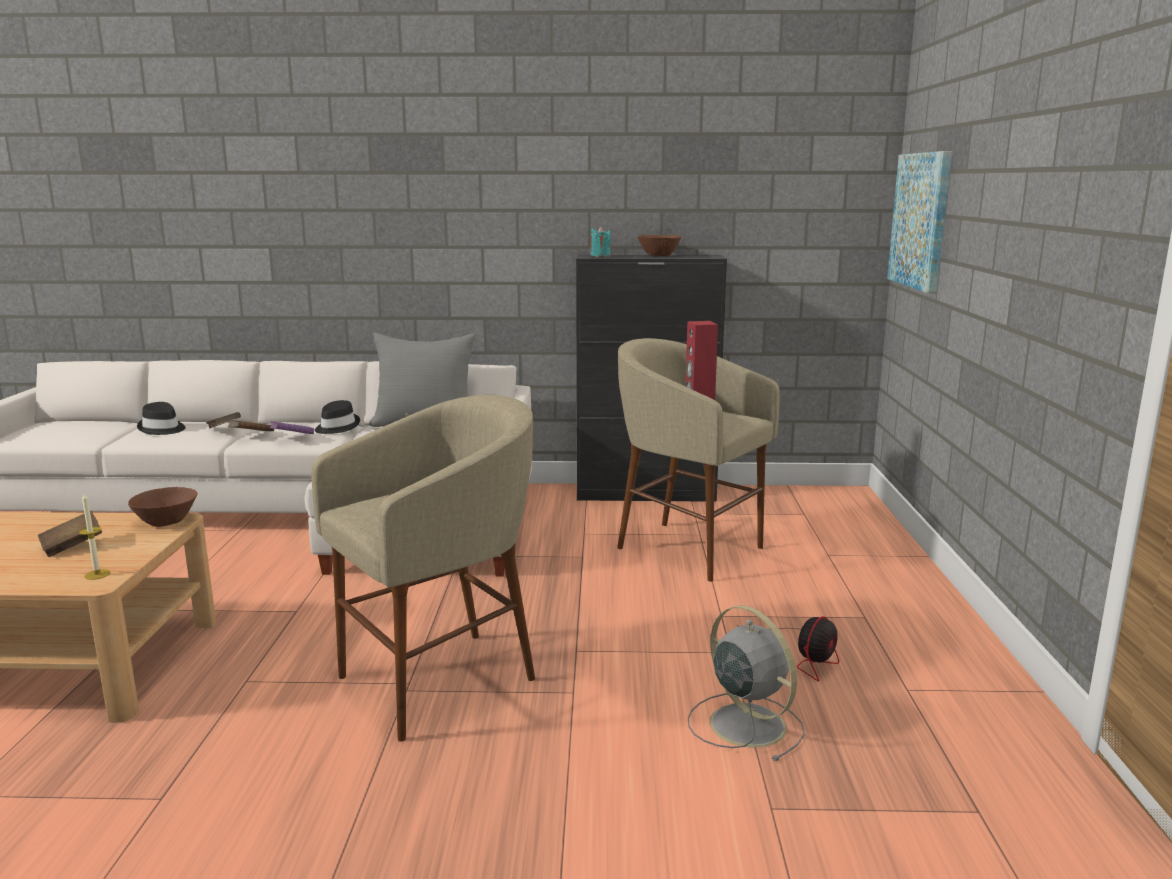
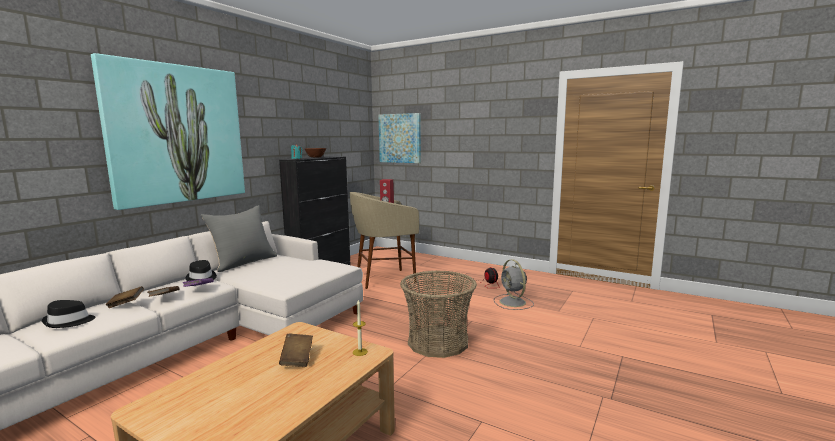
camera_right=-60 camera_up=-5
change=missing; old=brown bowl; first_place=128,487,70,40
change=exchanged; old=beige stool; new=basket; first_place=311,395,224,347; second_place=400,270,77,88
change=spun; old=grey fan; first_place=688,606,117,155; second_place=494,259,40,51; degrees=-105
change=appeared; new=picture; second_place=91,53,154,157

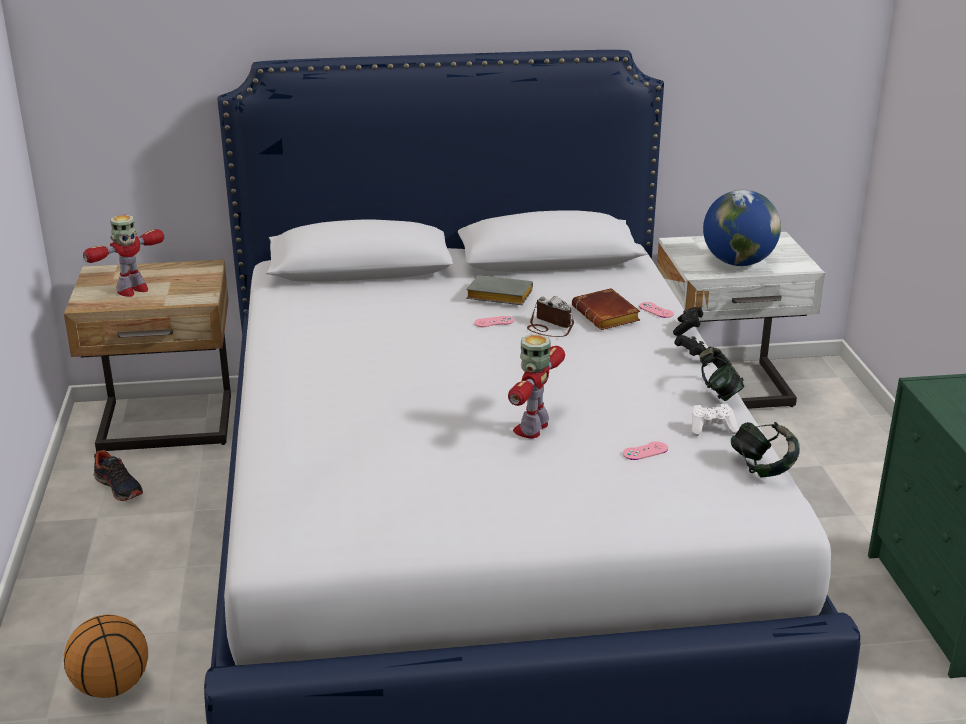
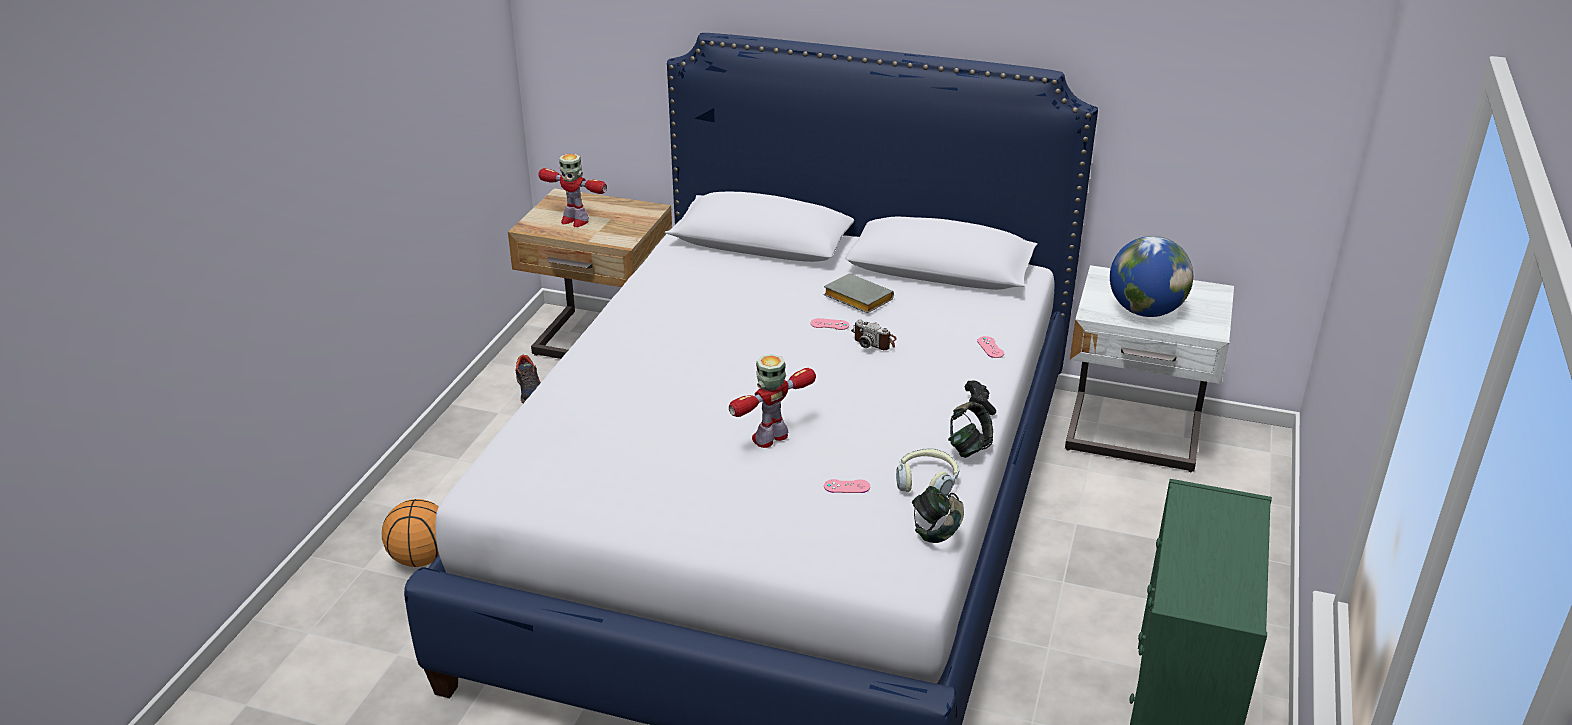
camera_right=25 camera_up=5
change=spun; old=toy robot; first_place=83,215,81,82; second_place=538,154,69,73; degrees=45
change=spun; old=photo camera; first_place=527,296,47,41; second_place=851,320,46,30; degrees=150
change=missing; old=brown book; first_place=572,288,68,42
change=missing; old=black game controller; first_place=673,307,30,29
change=exchanged; old=white game controller; new=headphones; first_place=691,404,48,32; second_place=896,448,63,48

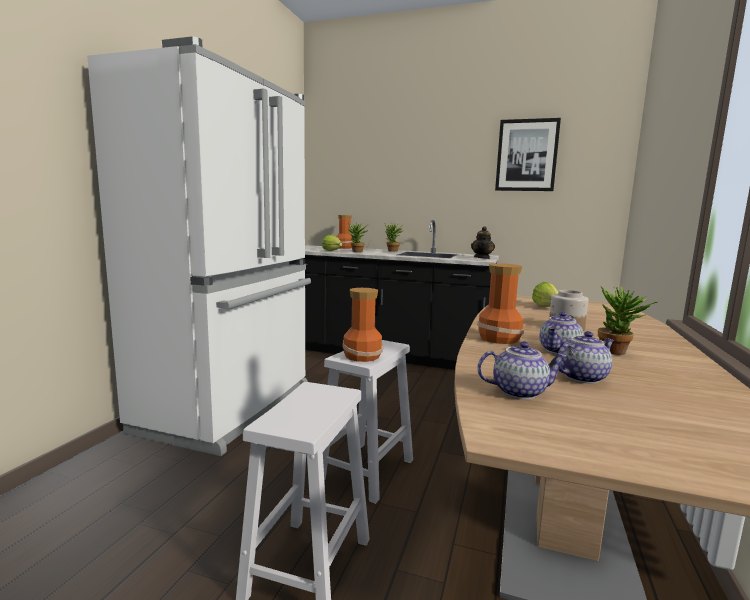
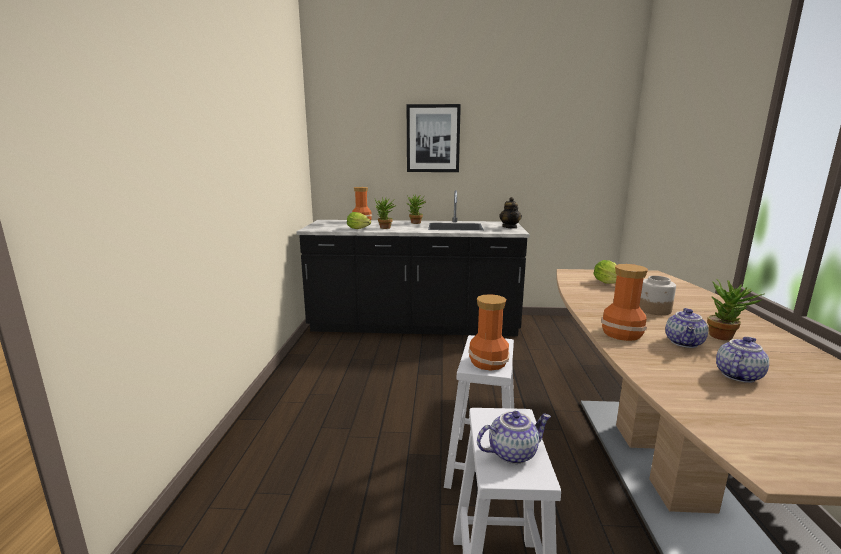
camera_right=-15 camera_up=5
change=missing; old=white fridge; first_place=87,36,224,420
change=relocated; old=teapot; first_place=477,341,91,58; second_place=477,411,74,53
change=relocated; old=picture; first_place=495,118,66,73; second_place=407,104,54,68

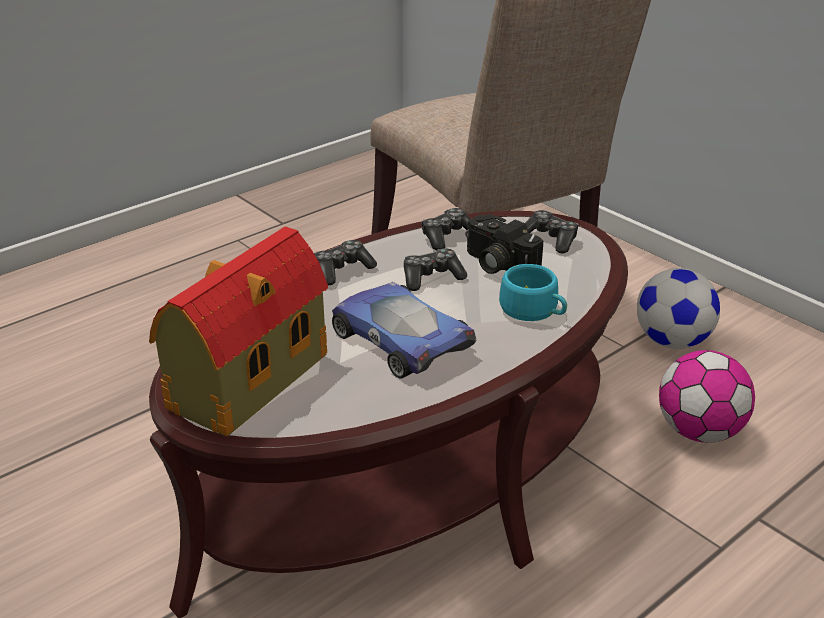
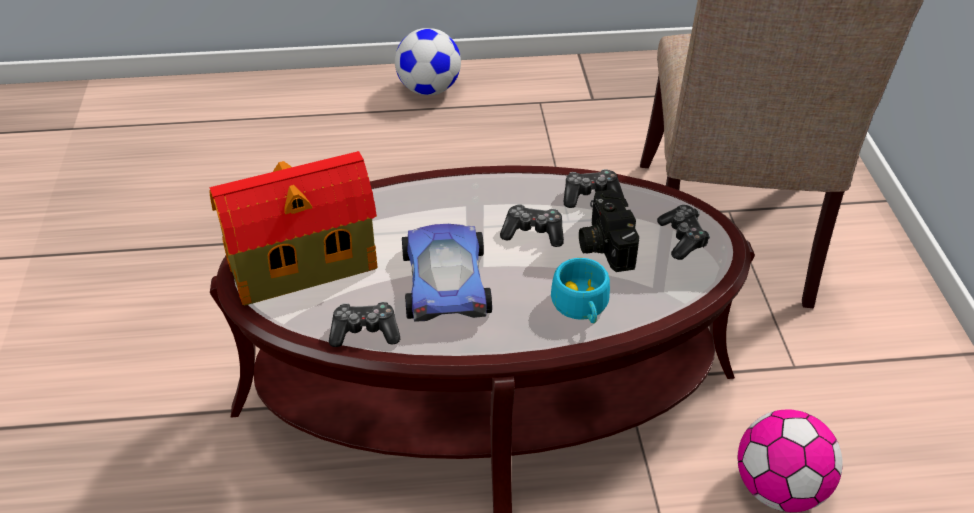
camera_right=35 camera_up=10
change=relocated; old=game controller; first_place=314,240,63,46; second_place=329,301,71,46
change=relocated; old=football; first_place=637,268,83,81; second_place=395,28,66,67

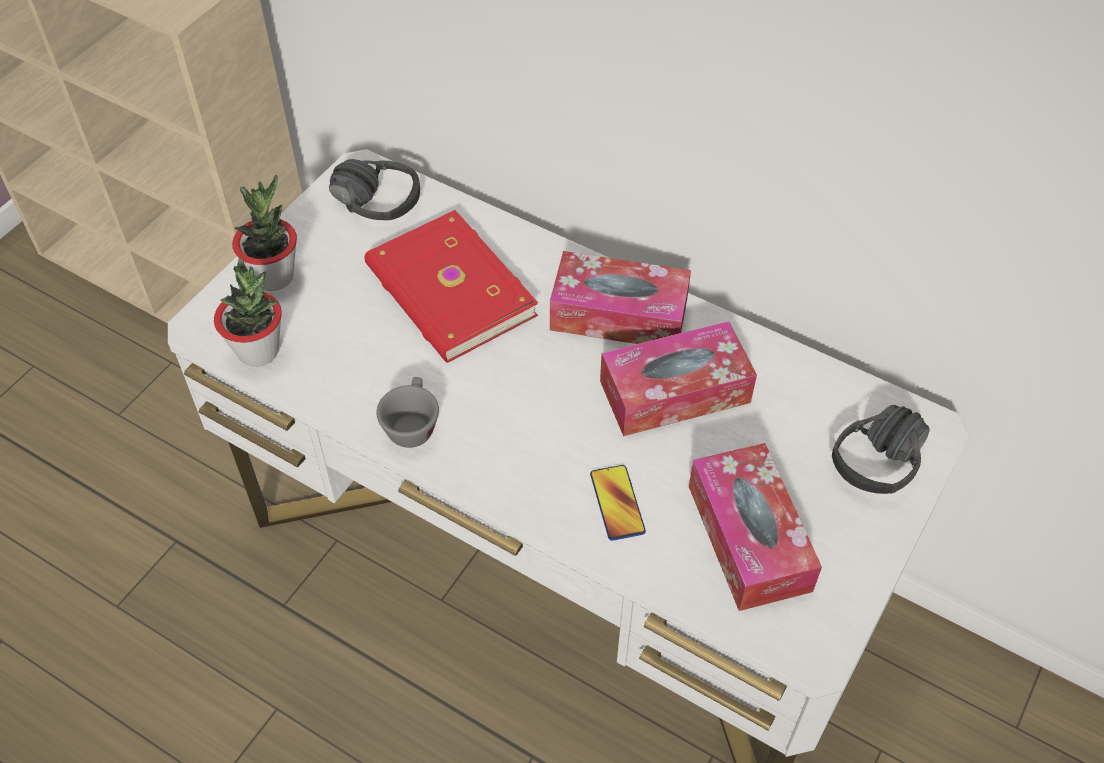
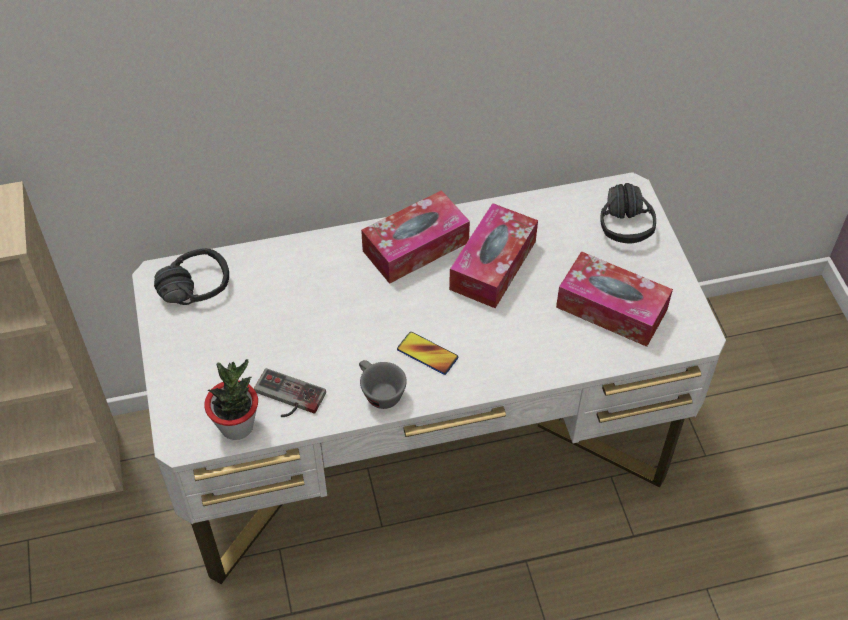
camera_right=-45 camera_up=0
change=missing; old=potted plant; first_place=232,175,65,116
change=missing; old=red book; first_place=364,210,174,153
change=relocated; old=phone; first_place=590,465,56,76; second_place=397,332,61,43
change=appeared; new=game controller; second_place=254,368,72,49

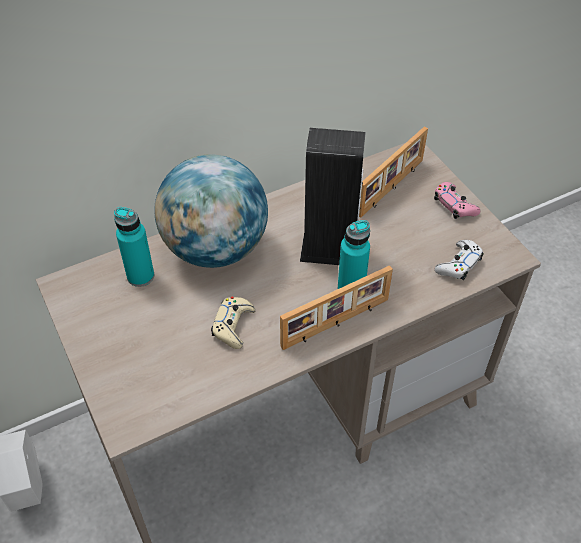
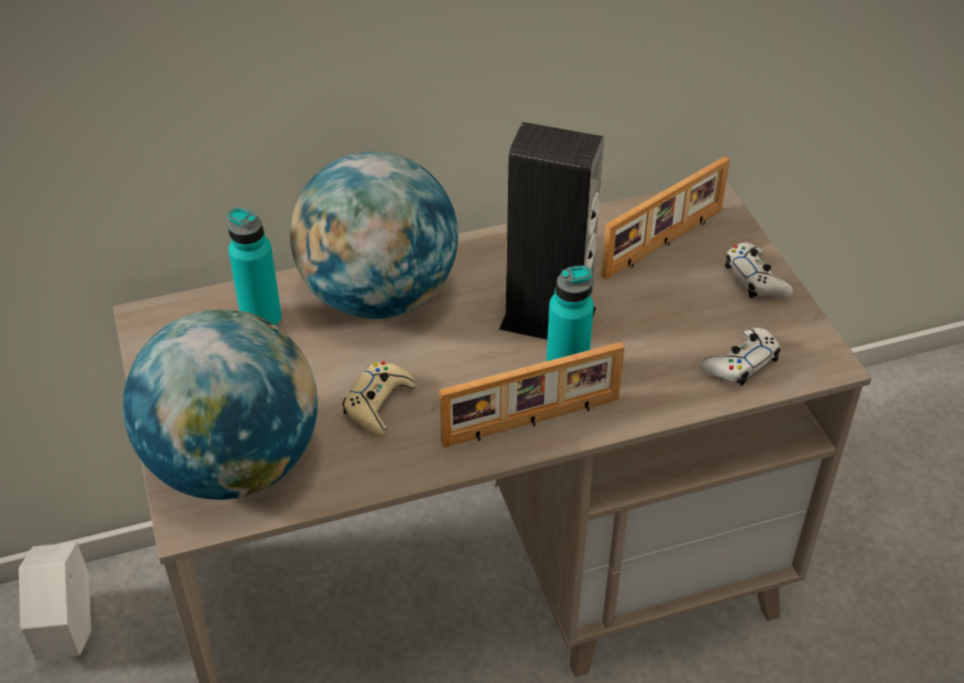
camera_right=10 camera_up=-5
change=colour; old=pink game controller; new=white game controller; first_place=434,182,46,37; second_place=725,242,68,56
change=appeared; new=globe; second_place=123,309,195,191

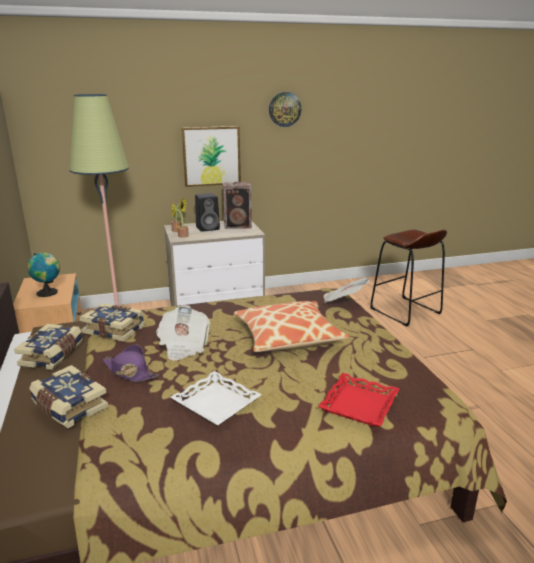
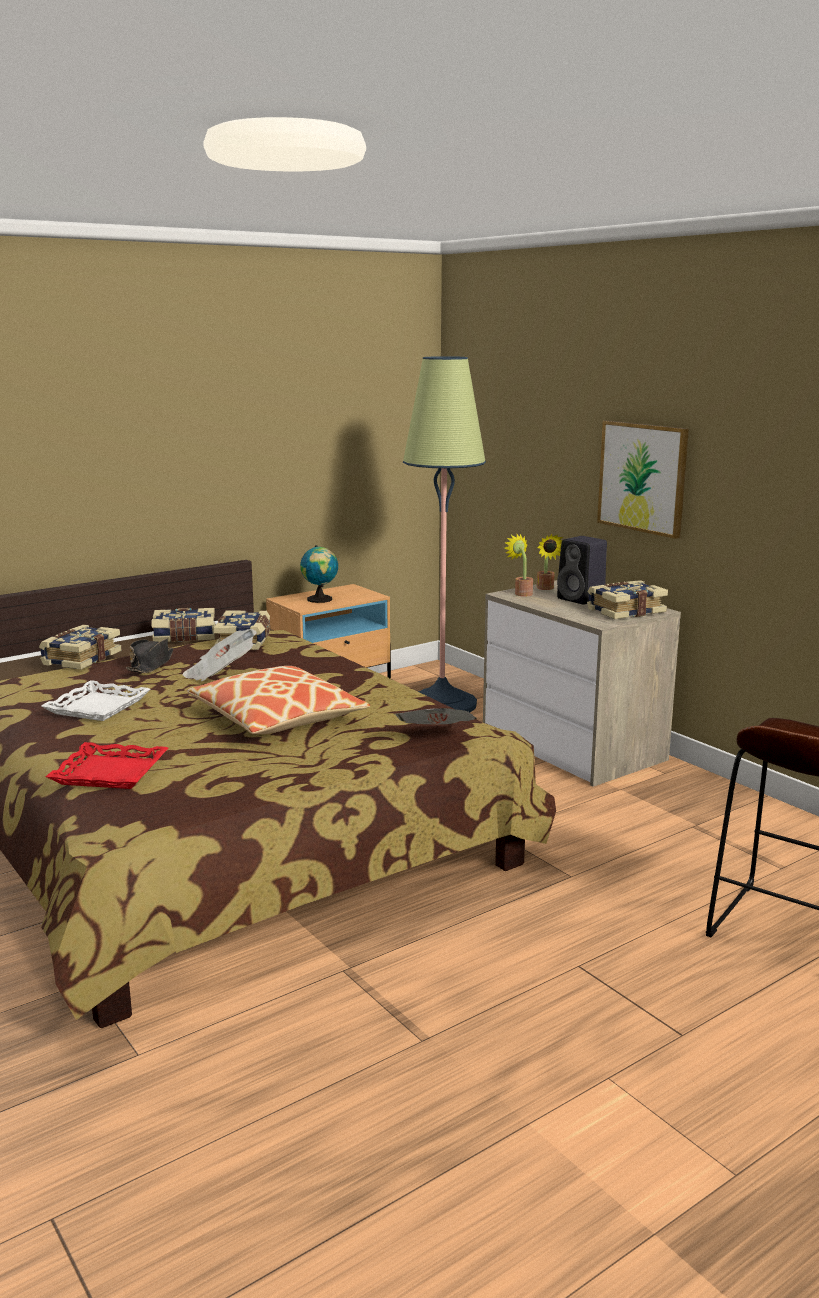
camera_right=70 camera_up=-5
change=colour; old=purple hat; new=black hat; first_place=103,344,56,38; second_place=126,639,47,34
change=exchanged; old=speaker; new=book; first_place=223,182,29,47; second_place=587,580,81,39
change=missing; old=wall clock; first_place=269,92,32,35

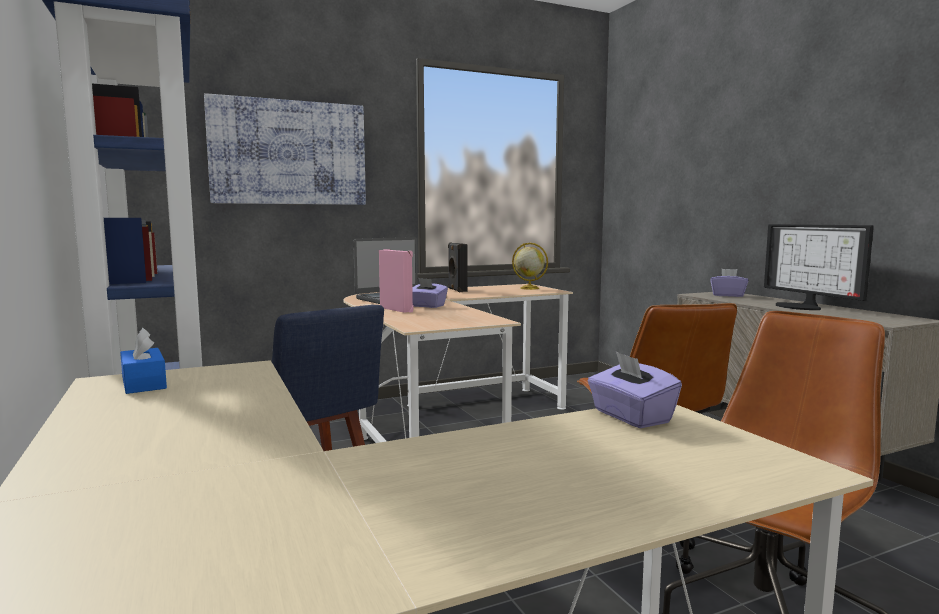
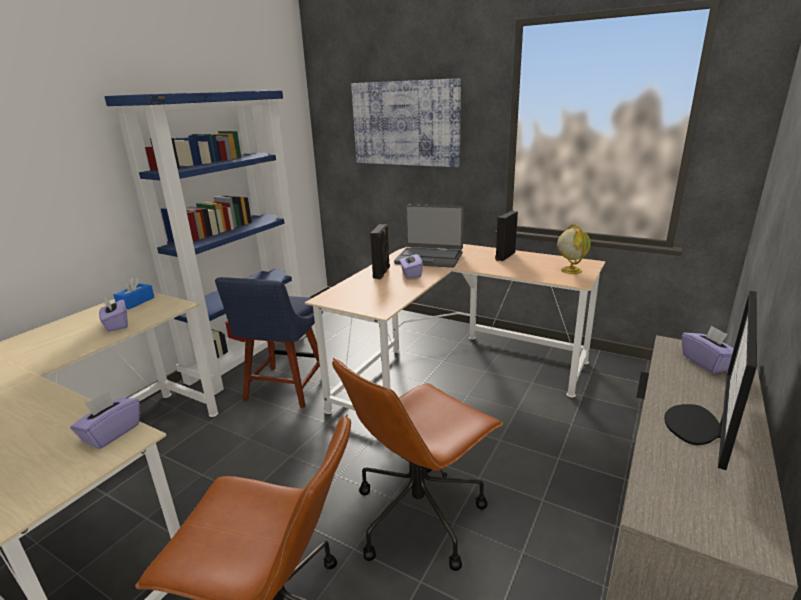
camera_right=55 camera_up=15
change=colour; old=pink speaker; new=black speaker; first_place=379,249,34,64; second_place=370,224,20,55
change=appeared; new=purple tissue box; second_place=99,297,29,35

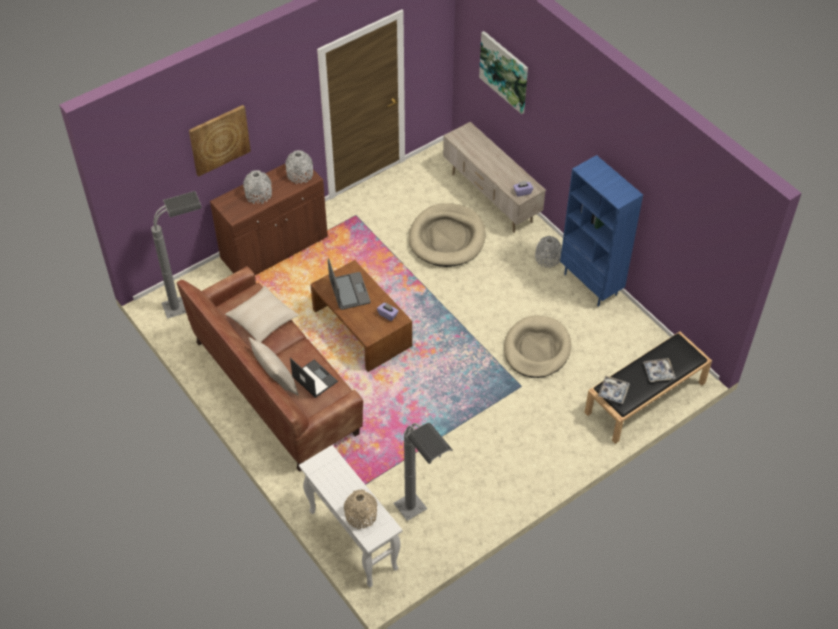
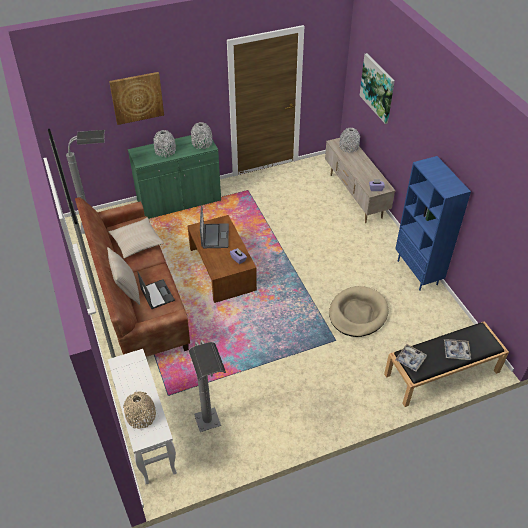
camera_right=15 camera_up=-5
change=colour; old=brown cabinet; new=green cabinet; first_place=210,162,118,113; second_place=128,135,93,84
change=missing; old=beige dog bed; first_place=409,203,77,64
change=relocated; old=grey vase; first_place=535,236,26,32; second_place=339,128,21,25

